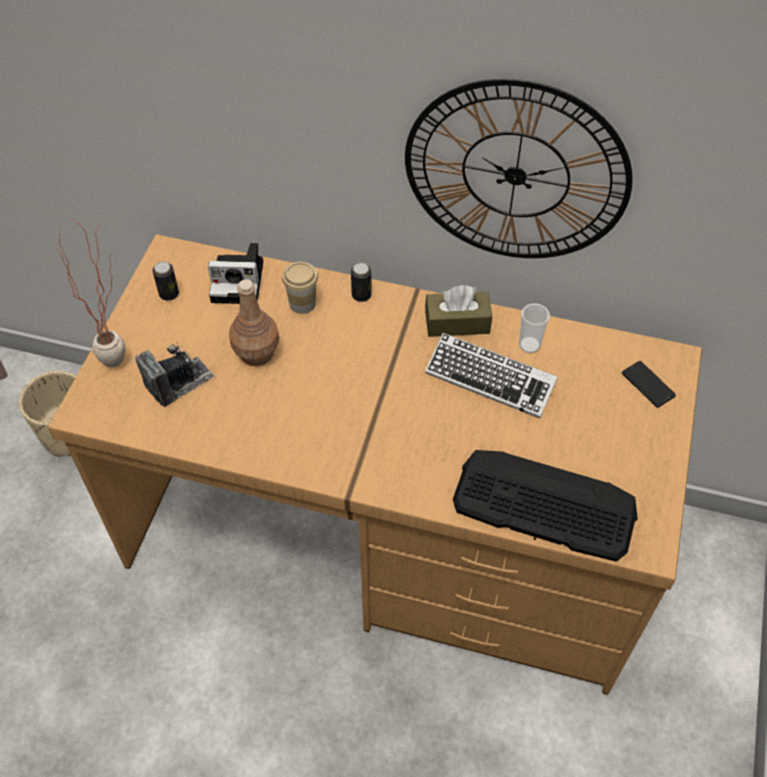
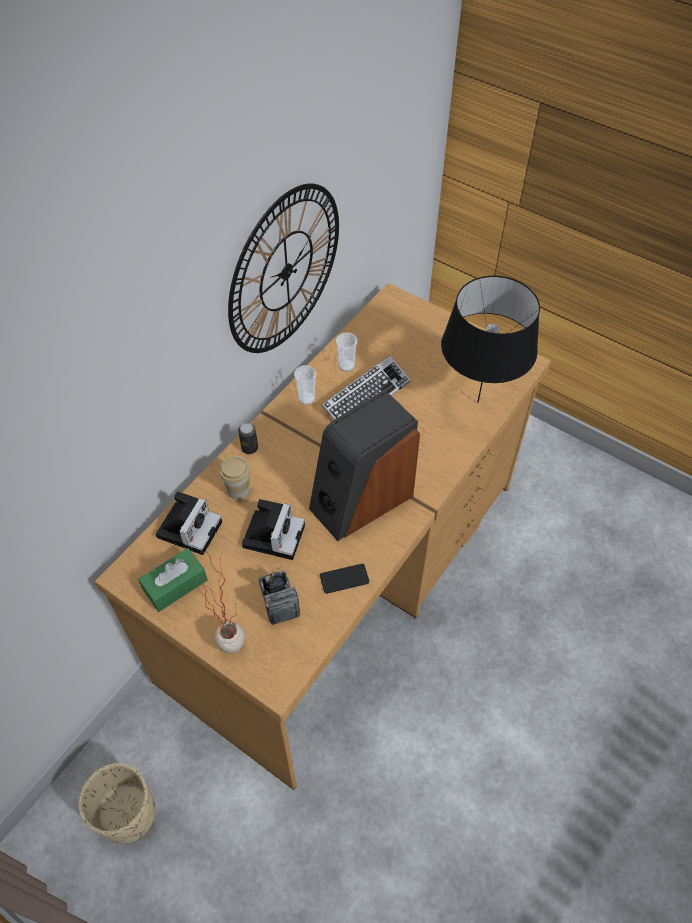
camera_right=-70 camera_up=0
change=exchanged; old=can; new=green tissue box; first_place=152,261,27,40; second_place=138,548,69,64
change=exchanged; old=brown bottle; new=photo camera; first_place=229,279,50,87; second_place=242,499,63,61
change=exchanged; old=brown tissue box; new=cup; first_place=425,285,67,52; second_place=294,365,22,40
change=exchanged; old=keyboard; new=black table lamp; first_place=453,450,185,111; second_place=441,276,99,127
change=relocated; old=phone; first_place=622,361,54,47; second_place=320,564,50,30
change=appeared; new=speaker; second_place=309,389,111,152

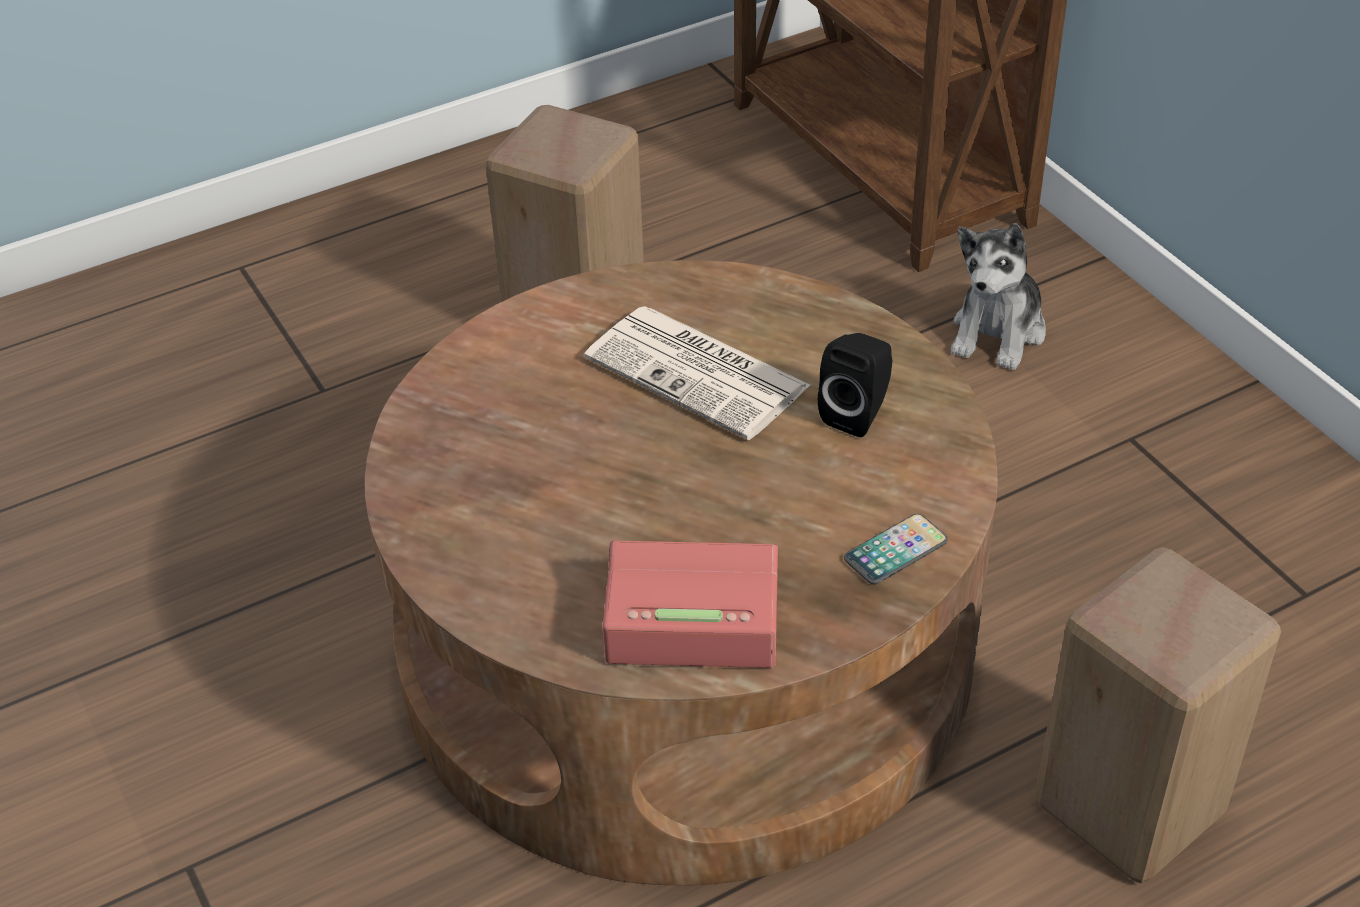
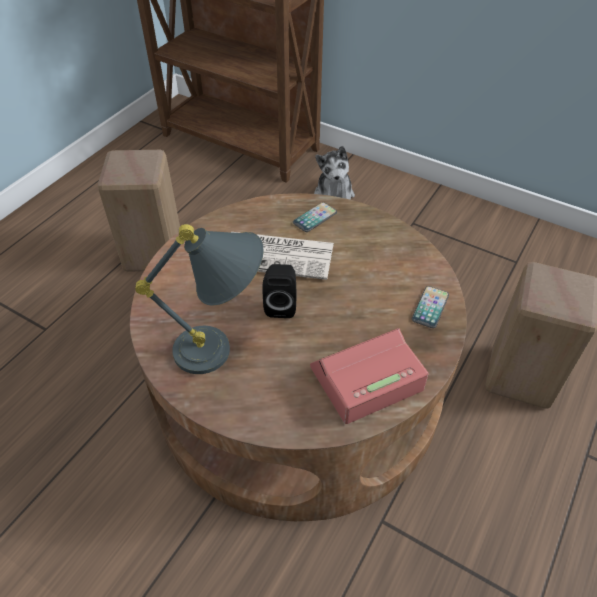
camera_right=-30 camera_up=5
change=relocated; old=black speaker; first_place=818,333,74,104; second_place=262,264,34,54
change=appeared; new=grey table lamp; second_place=135,224,128,150
change=appeared; new=phone; second_place=293,202,44,30

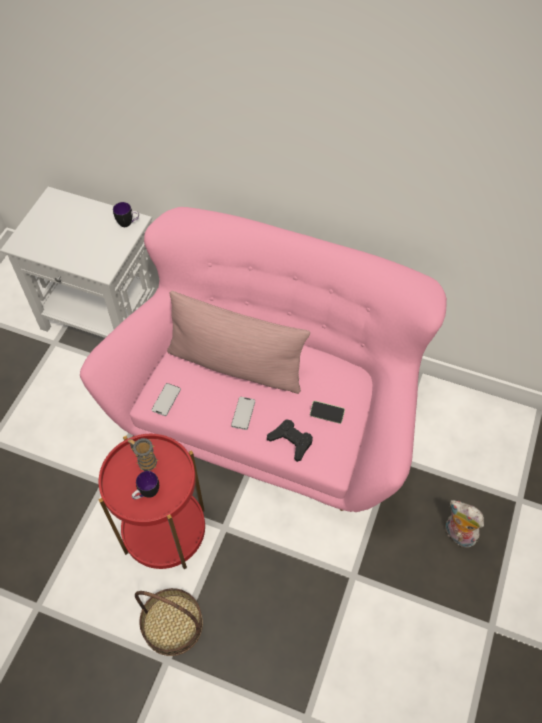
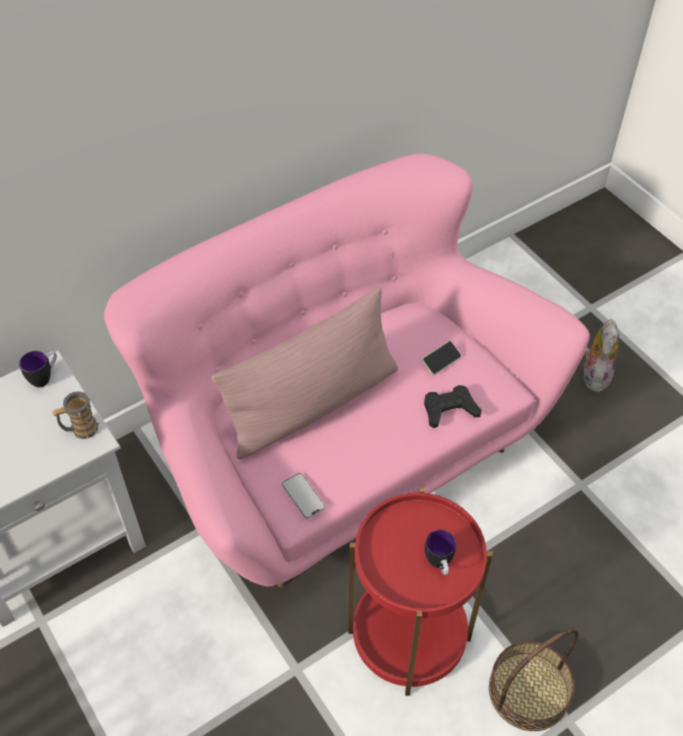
camera_right=-55 camera_up=-5
change=relocated; old=mug; first_place=128,438,30,33; second_place=52,391,48,48
change=missing; old=phone; first_place=231,397,24,33
change=spun; old=plush toy; first_place=446,500,38,48; second_place=583,319,36,73; degrees=120

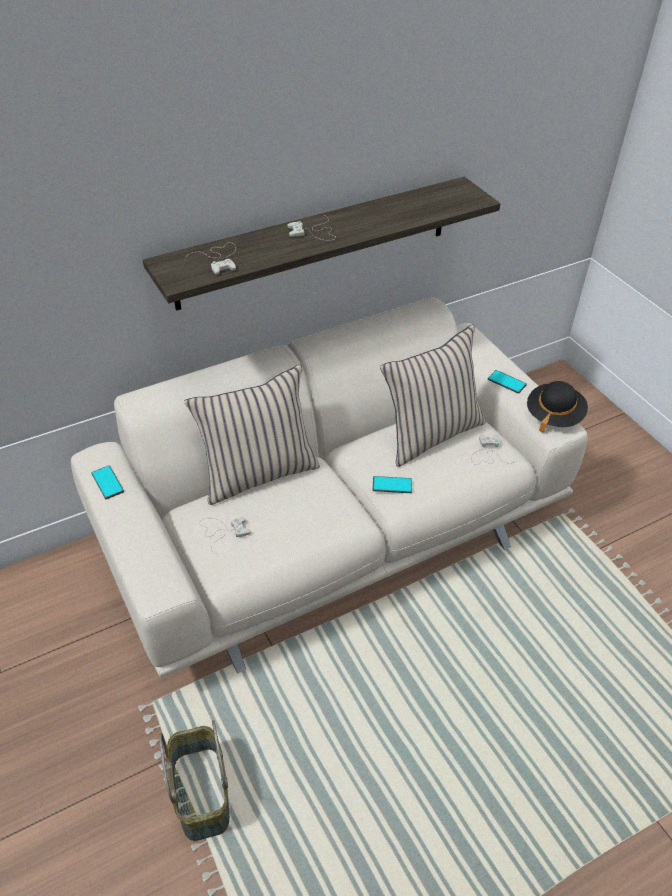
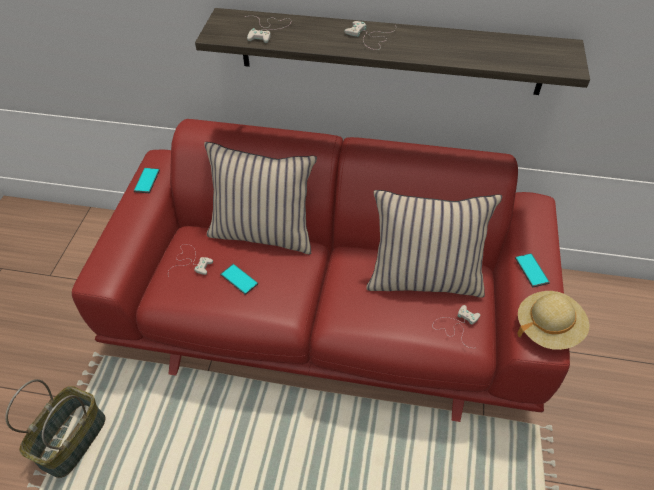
camera_right=40 camera_up=5
change=colour; old=beige sofa; new=red sofa; first_place=71,297,517,381; second_place=72,119,498,303
change=relocated; old=phone; first_place=373,476,39,17; second_place=220,264,38,31
change=colour; old=black hat; new=beige hat; first_place=527,381,61,52; second_place=517,291,72,59

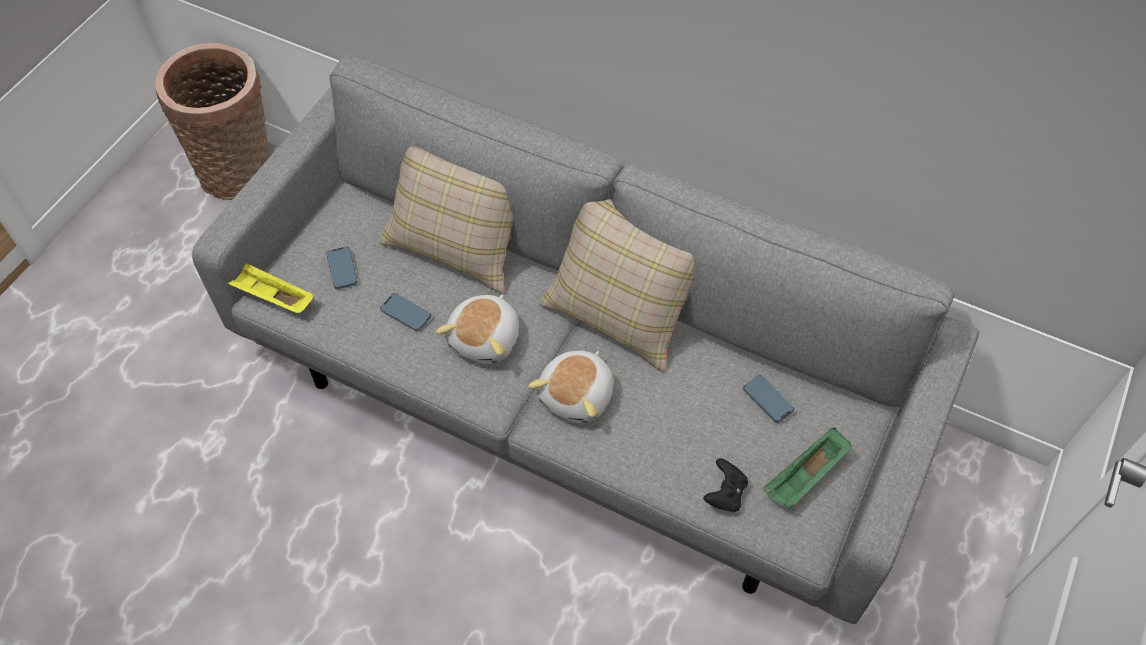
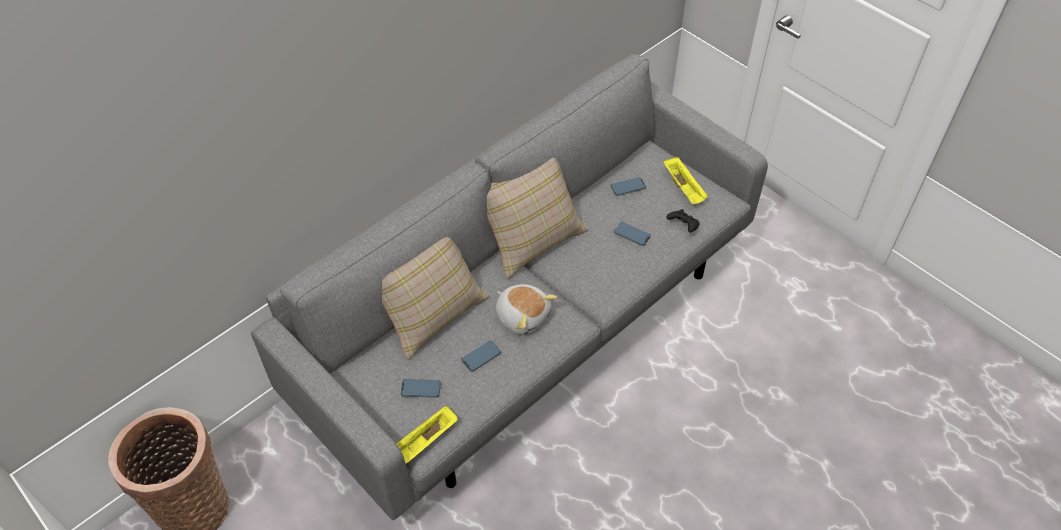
camera_right=-70 camera_up=-5
change=missing; old=plush toy; first_place=528,351,85,72
change=colour; old=green tray; new=yellow tray; first_place=763,428,89,81; second_place=663,157,45,47
change=appeared; new=phone; second_place=614,222,37,24

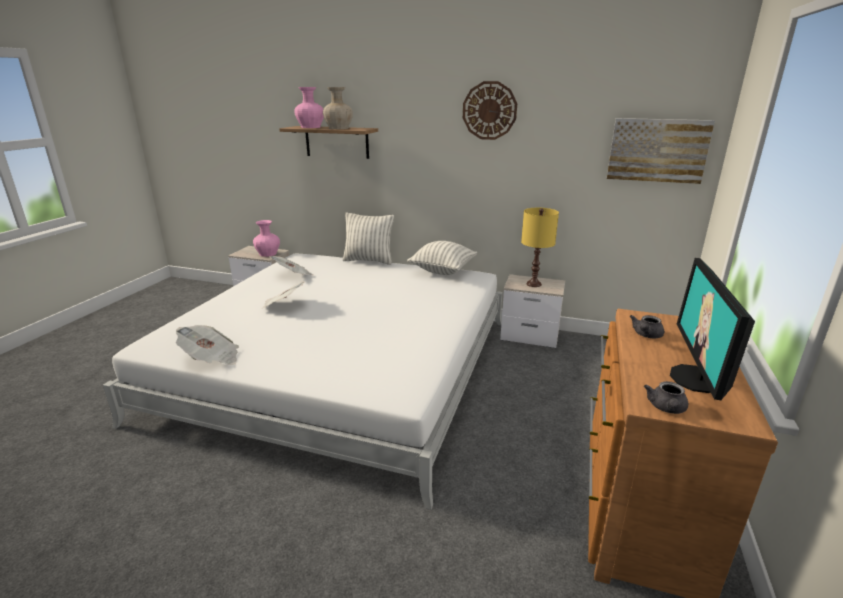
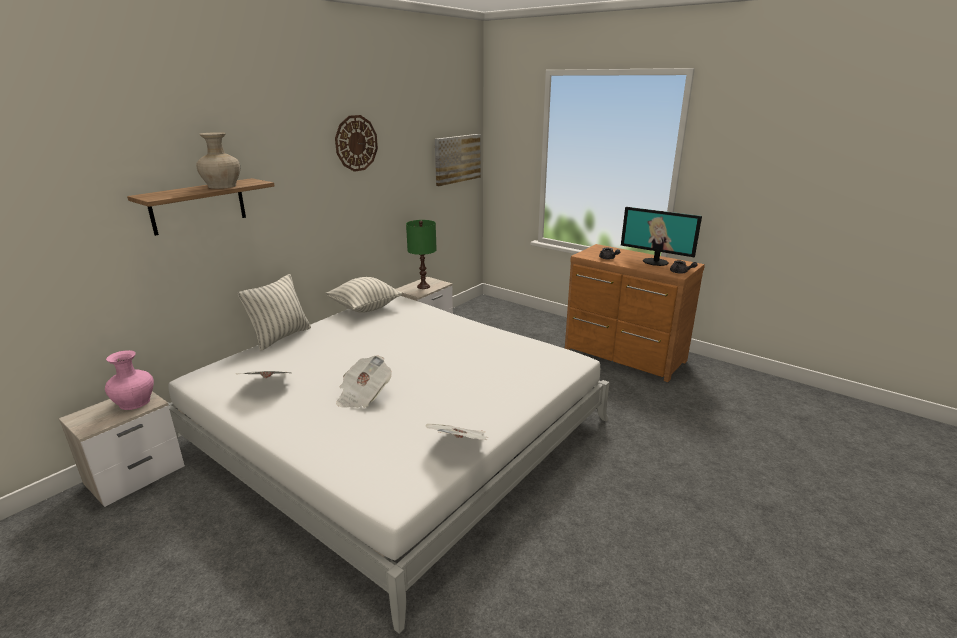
camera_right=-70 camera_up=0
change=missing; old=pink vase; first_place=294,87,30,41
change=colour; old=yellow table lamp; new=green table lamp; first_place=521,208,38,79; second_place=406,220,31,69

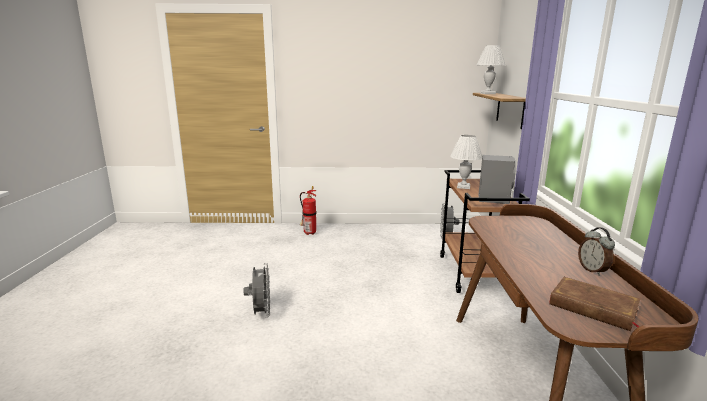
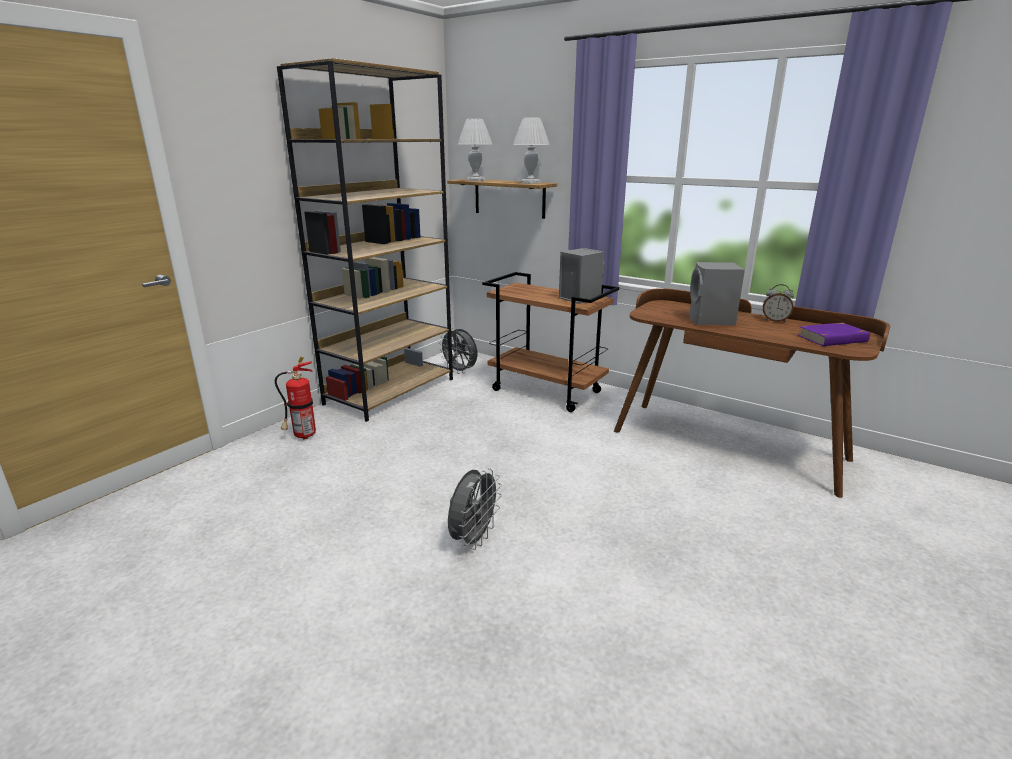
camera_right=-55 camera_up=5
change=spun; old=grey fan; first_place=243,263,27,54; second_place=448,468,54,82; degrees=90
change=relocated; old=white table lamp; first_place=450,135,32,54; second_place=513,118,37,66
change=colour; old=brown book; new=purple book; first_place=549,277,91,54; second_place=798,322,72,24
change=appeared; new=brown bookcase; second_place=277,58,176,364
change=appeared; new=grey speaker; second_place=690,262,55,64

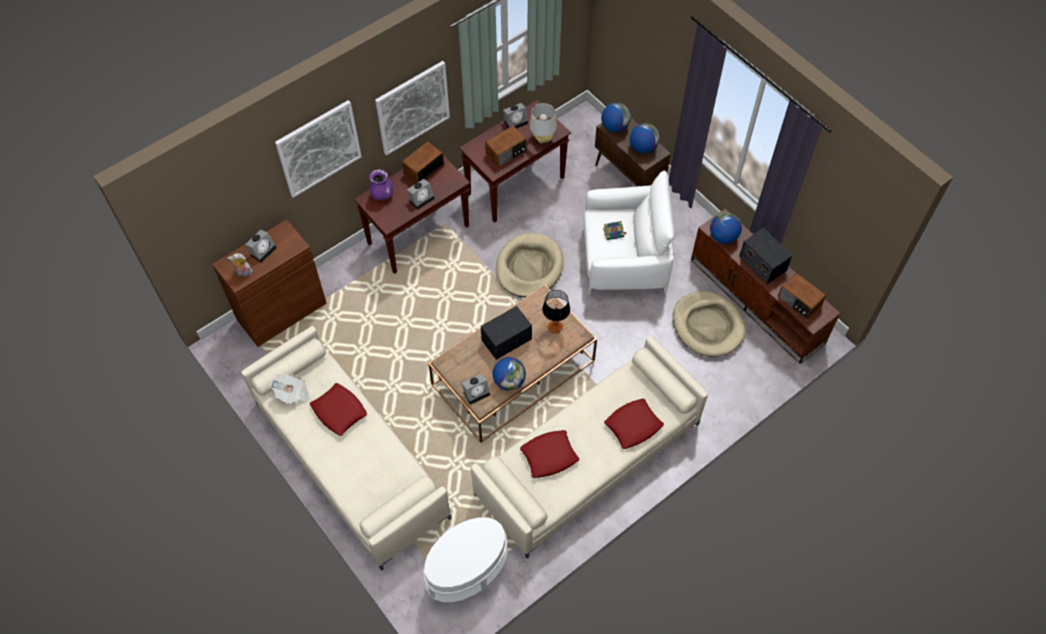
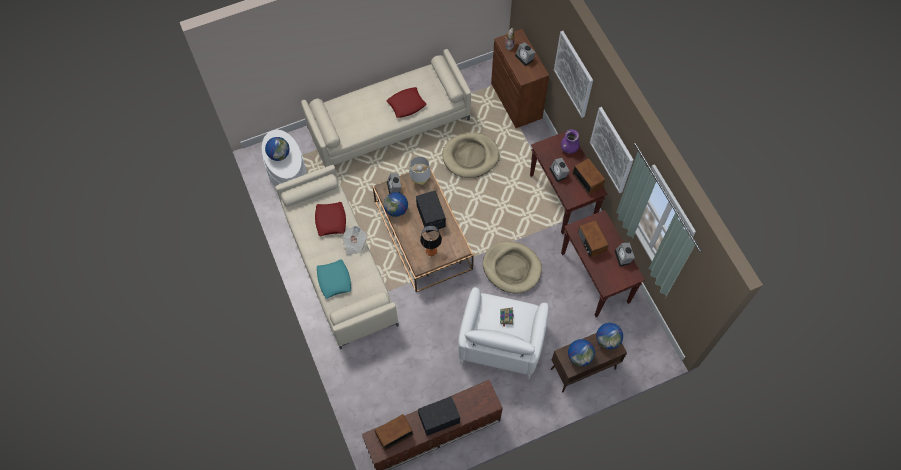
camera_right=105 camera_up=5
change=relocated; old=newspaper; first_place=270,374,40,30; second_place=342,226,25,29
change=relocated; old=grey table lamp; first_place=529,103,28,40; second_place=409,156,22,29
change=colour; old=red pillow; new=turquoise pillow; first_place=604,398,60,51; second_place=317,259,34,40
change=relocated; old=beige dog bed; first_place=673,291,73,66; second_place=442,132,57,46
change=relocated; old=globe; first_place=710,213,32,31; second_place=265,137,25,24

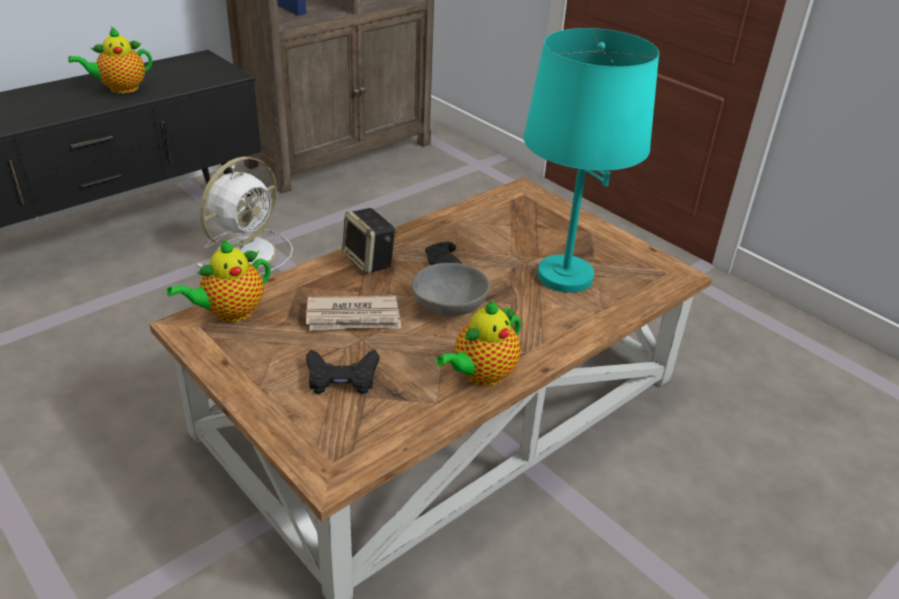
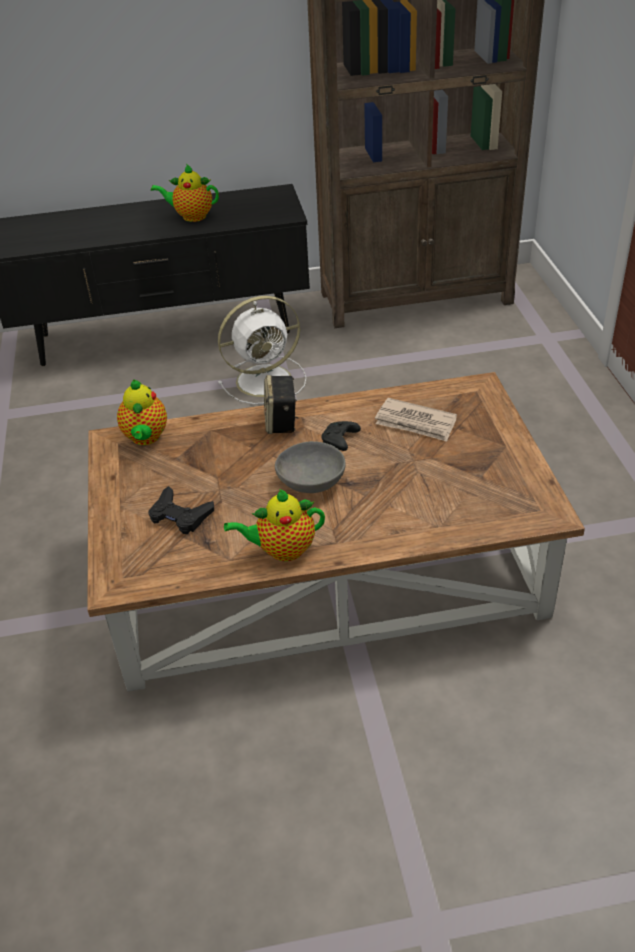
camera_right=35 camera_up=5
change=spun; old=teapot; first_place=167,240,103,82; second_place=117,379,50,66; degrees=-90
change=relocated; old=newspaper; first_place=306,295,95,35; second_place=375,398,82,44
change=missing; old=turquoise table lamp; first_place=523,28,136,265

